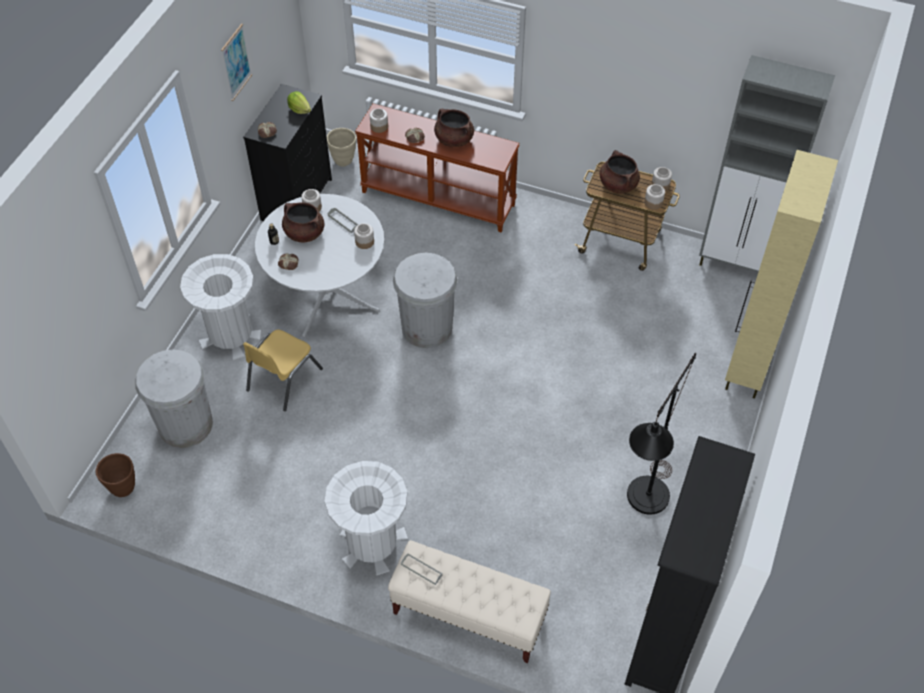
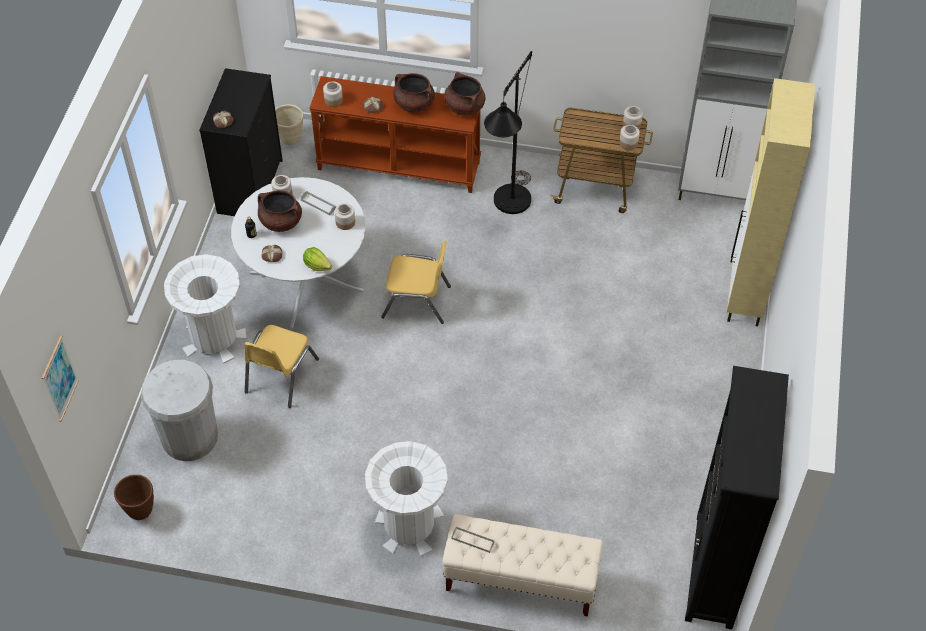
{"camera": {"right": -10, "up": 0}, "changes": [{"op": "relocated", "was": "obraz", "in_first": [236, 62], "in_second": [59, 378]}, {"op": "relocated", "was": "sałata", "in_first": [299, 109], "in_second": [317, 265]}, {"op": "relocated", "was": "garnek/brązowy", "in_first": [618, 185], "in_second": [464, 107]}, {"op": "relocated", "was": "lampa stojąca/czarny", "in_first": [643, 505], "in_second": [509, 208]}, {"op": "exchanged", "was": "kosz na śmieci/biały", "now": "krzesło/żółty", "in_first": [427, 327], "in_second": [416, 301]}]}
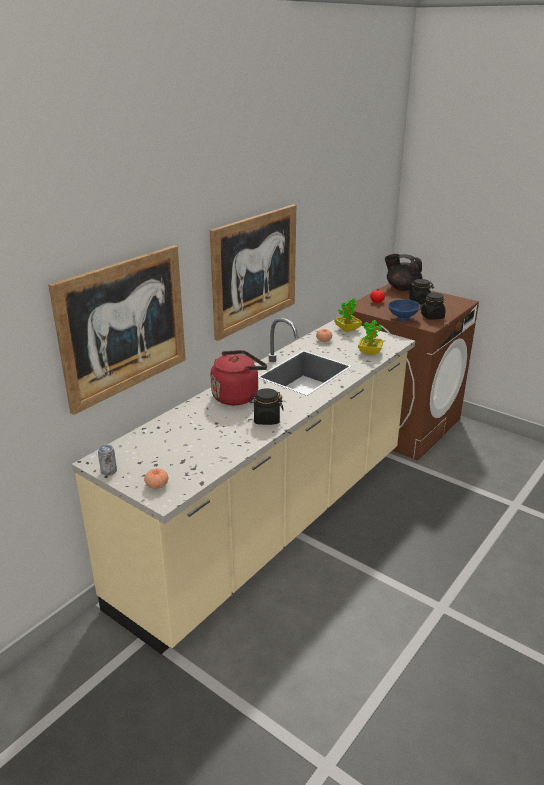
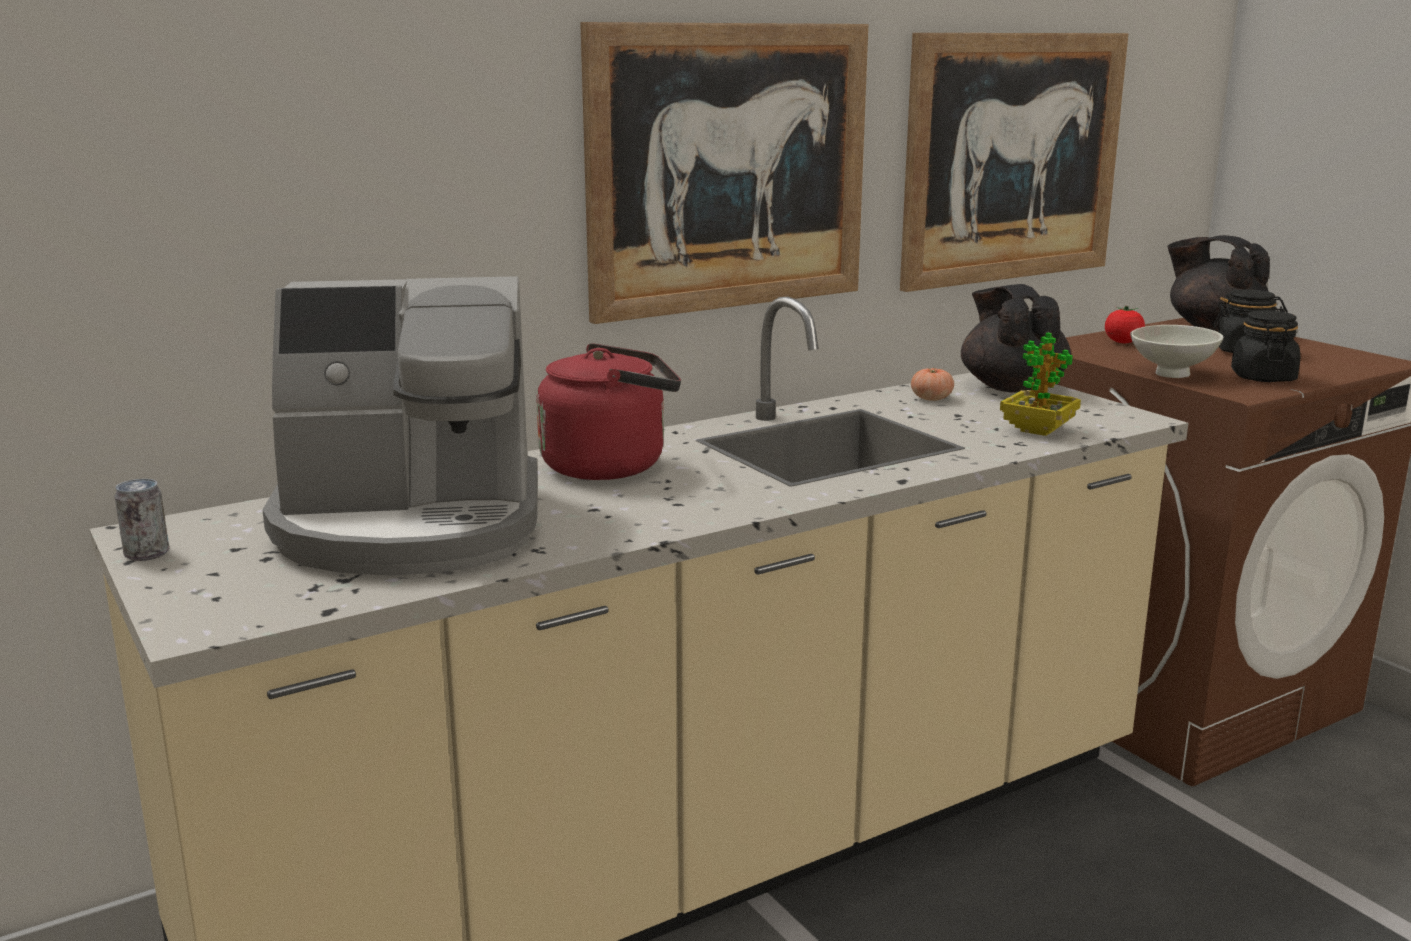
{"camera": {"right": 20, "up": -10}, "changes": [{"op": "missing", "was": "pomidor", "in_first": [157, 485]}, {"op": "missing", "was": "słoik/czarny", "in_first": [266, 419]}, {"op": "appeared", "now": "ekspres do kawy", "in_second": [411, 526]}, {"op": "relocated", "was": "obraz", "in_first": [123, 326], "in_second": [1013, 158]}, {"op": "exchanged", "was": "roślina doniczkowa", "now": "imbryk/czarny", "in_first": [347, 329], "in_second": [1011, 387]}, {"op": "colour", "was": "miska/niebieski", "now": "miska/biały", "in_first": [403, 319], "in_second": [1172, 375]}]}
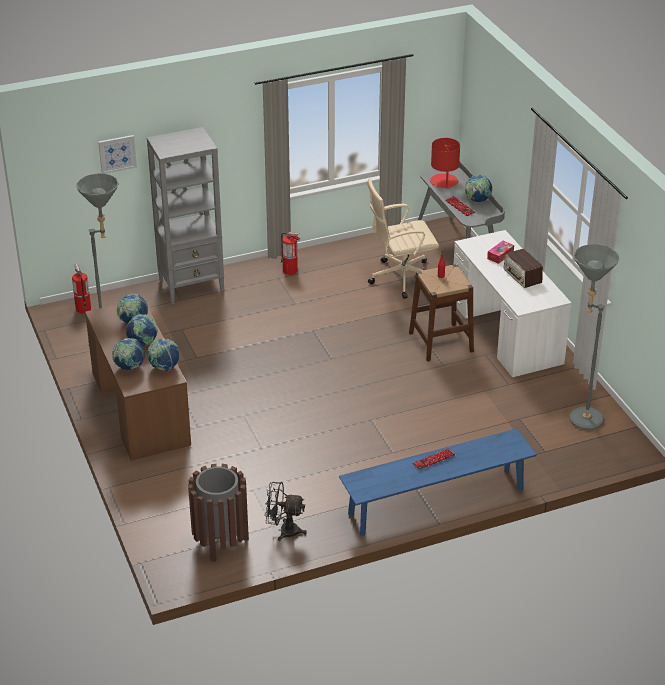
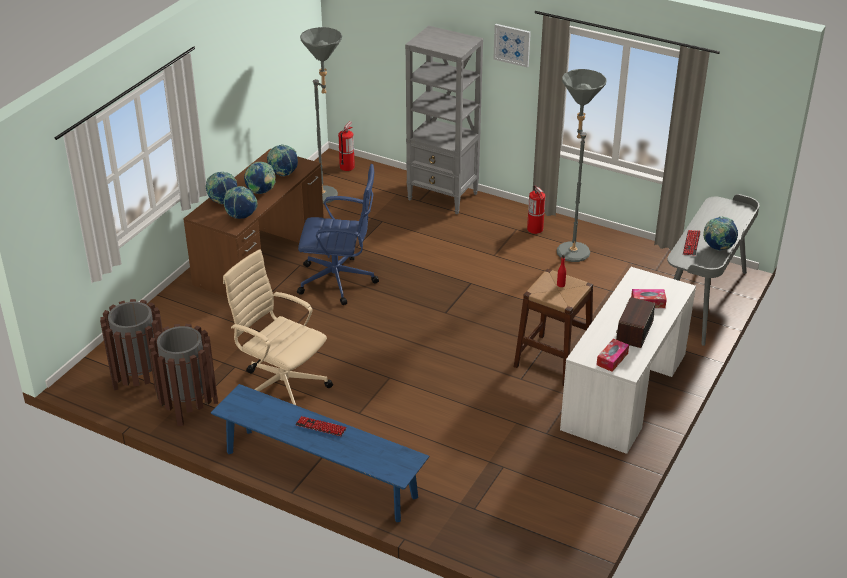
{"camera": {"right": 50, "up": 0}, "changes": [{"op": "missing", "was": "lampa stołowa/czerwony", "in_first": [444, 182]}, {"op": "appeared", "now": "krzesło biurowe/niebieski", "in_second": [339, 281]}, {"op": "appeared", "now": "pudełko chusteczek", "in_second": [612, 359]}, {"op": "relocated", "was": "obraz", "in_first": [117, 153], "in_second": [512, 45]}, {"op": "relocated", "was": "krzesło biurowe/beżowy", "in_first": [401, 278], "in_second": [282, 386]}, {"op": "relocated", "was": "lampa stojąca/szary", "in_first": [579, 417], "in_second": [571, 248]}, {"op": "exchanged", "was": "wentylator/czarny", "now": "kosz na śmieci/brązowy", "in_first": [284, 531], "in_second": [188, 406]}]}
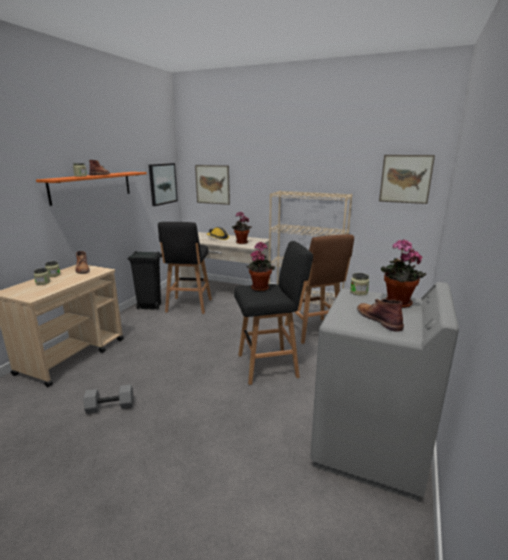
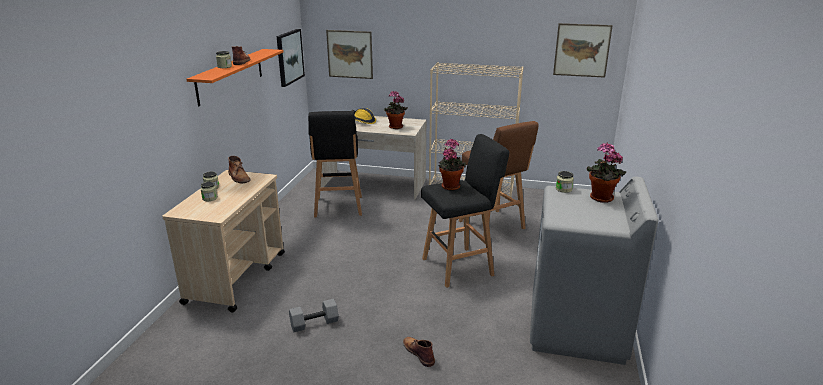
{"camera": {"right": -10, "up": 5}, "changes": [{"op": "missing", "was": "kosz na śmieci/czarny", "in_first": [149, 306]}, {"op": "relocated", "was": "but z cholewką/brązowy", "in_first": [378, 319], "in_second": [418, 352]}]}
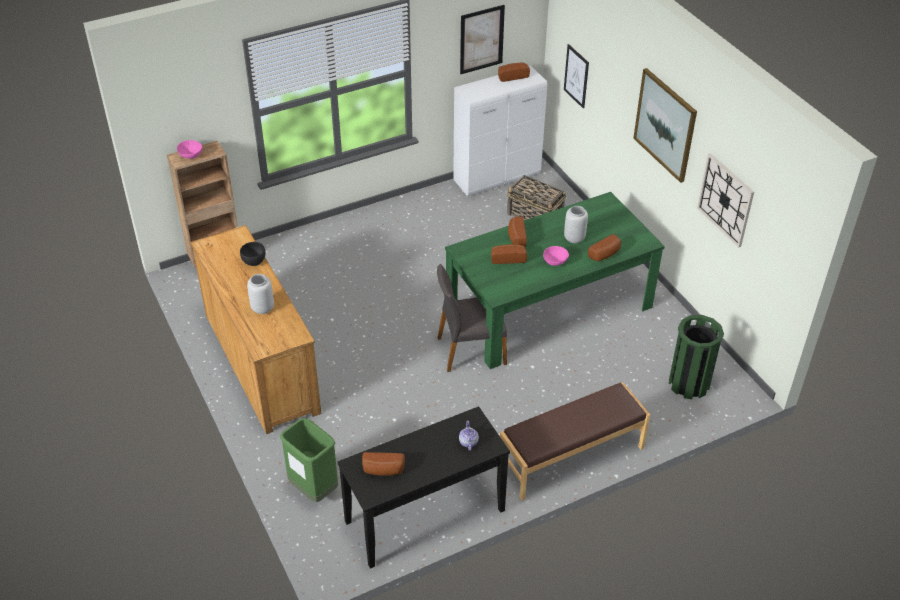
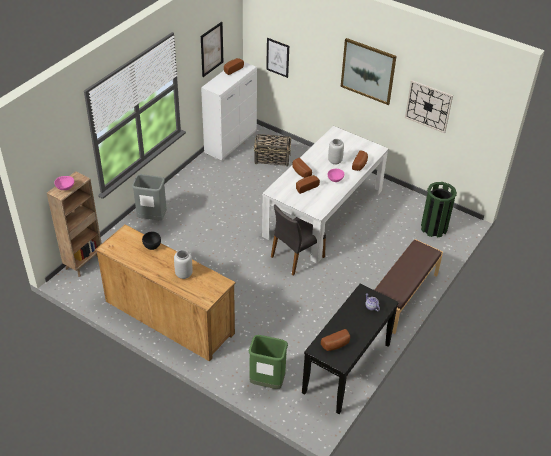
{"camera": {"right": -30, "up": 0}, "changes": [{"op": "appeared", "now": "kosz na śmieci/szary", "in_second": [152, 218]}, {"op": "colour", "was": "stół jadalny/zielony", "now": "stół jadalny/biały", "in_first": [549, 308], "in_second": [323, 213]}]}
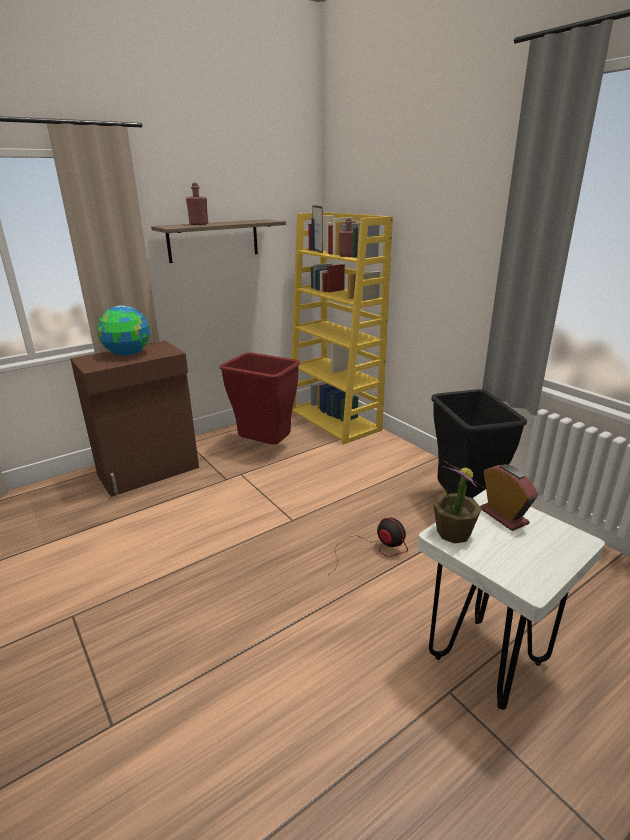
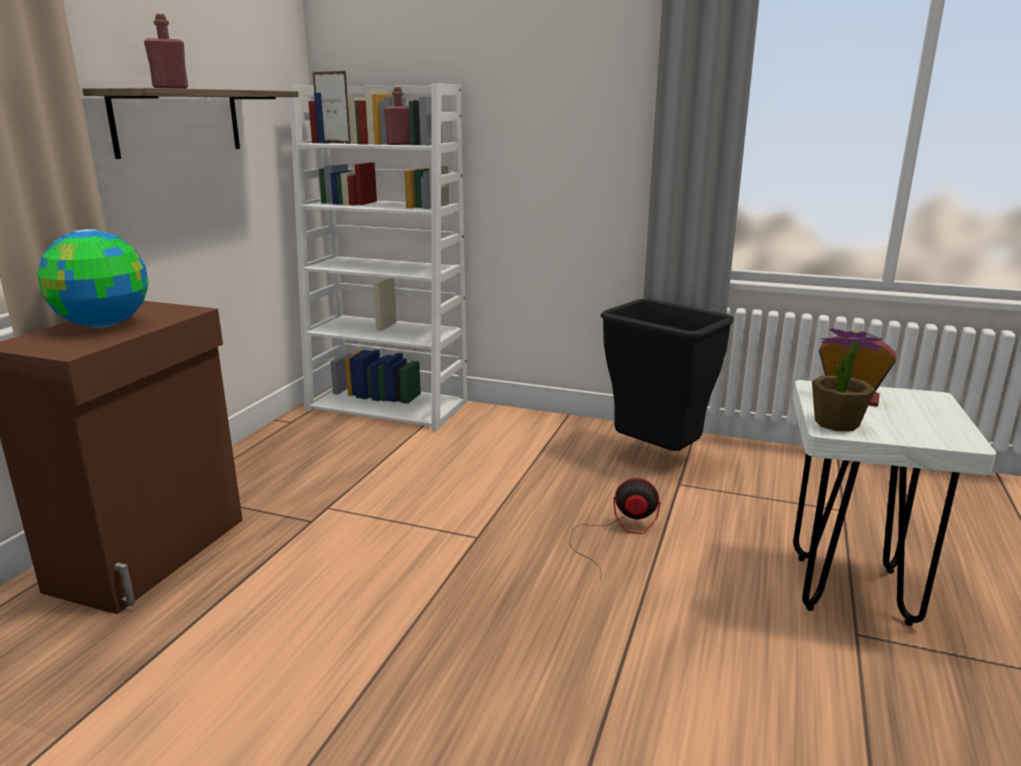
{"camera": {"right": -35, "up": -5}, "changes": [{"op": "missing", "was": "kosz na śmieci/czerwony", "in_first": [264, 447]}, {"op": "colour", "was": "regał/żółty", "now": "regał/biały", "in_first": [335, 420], "in_second": [389, 406]}]}
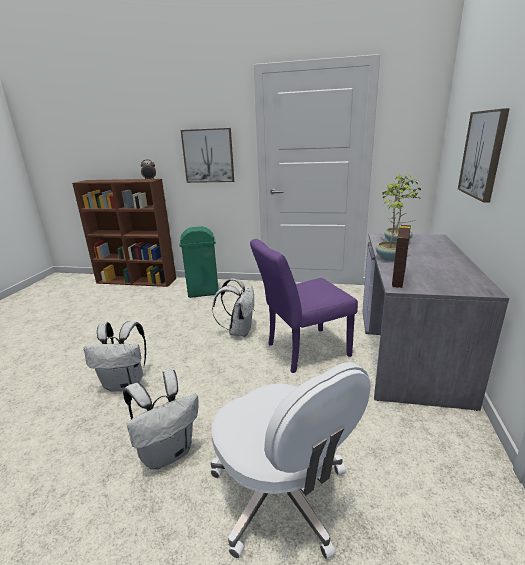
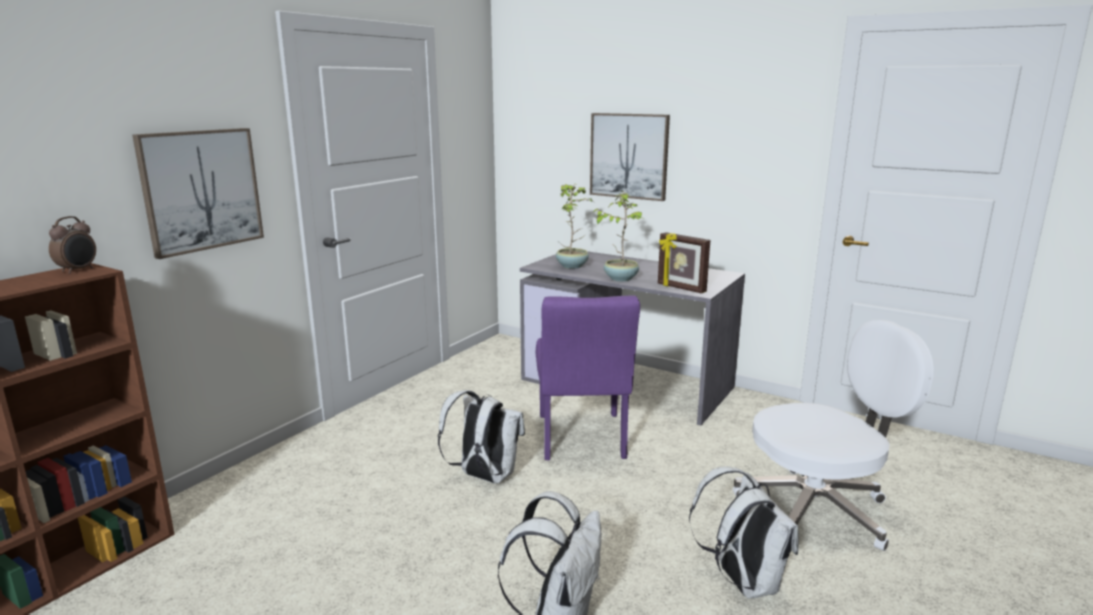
{"camera": {"right": -70, "up": -5}, "changes": [{"op": "missing", "was": "kosz na śmieci/zielony", "in_first": [203, 292]}]}
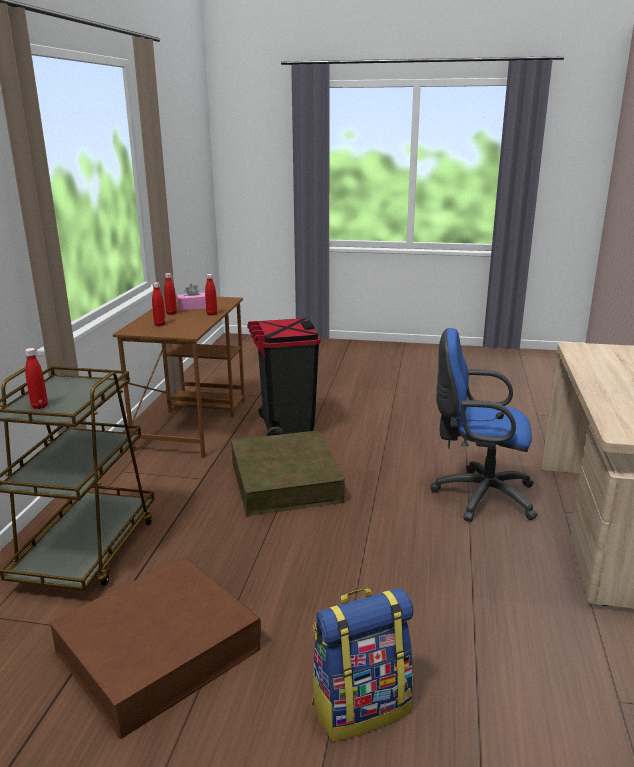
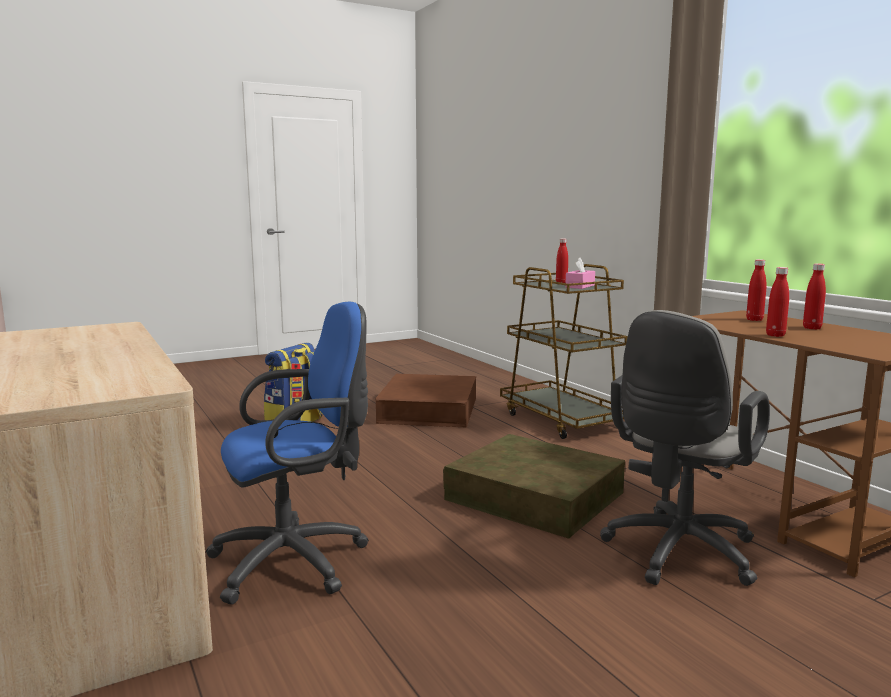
{"camera": {"right": 140, "up": -10}, "changes": [{"op": "relocated", "was": "pudełko chusteczek/różowy", "in_first": [193, 307], "in_second": [580, 286]}, {"op": "exchanged", "was": "kosz na śmieci/czarny", "now": "krzesło biurowe/szary", "in_first": [286, 429], "in_second": [676, 554]}]}
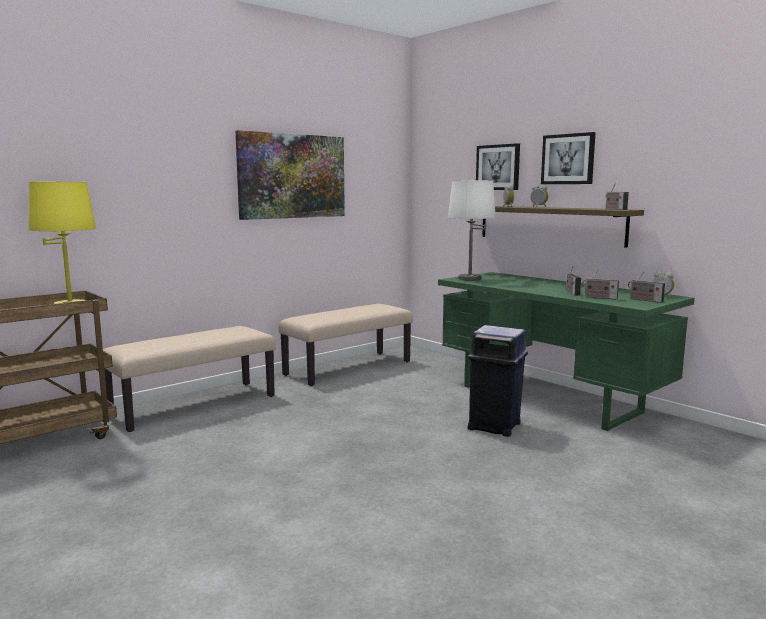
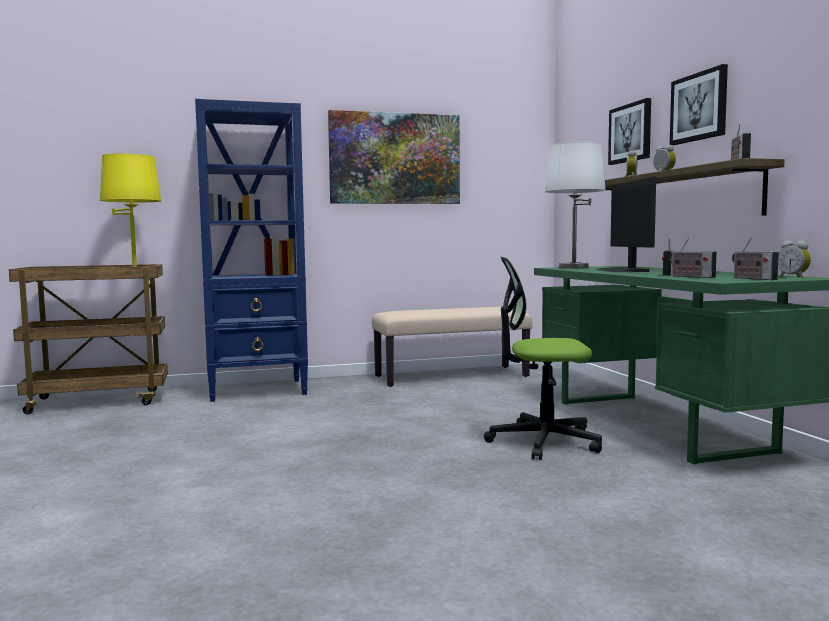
{"camera": {"right": 25, "up": -5}, "changes": [{"op": "appeared", "now": "monitor", "in_second": [623, 270]}, {"op": "exchanged", "was": "ławka/beżowy", "now": "regał/niebieski", "in_first": [194, 405], "in_second": [258, 390]}, {"op": "exchanged", "was": "kosz na śmieci/niebieski", "now": "krzesło biurowe", "in_first": [495, 426], "in_second": [543, 441]}]}
